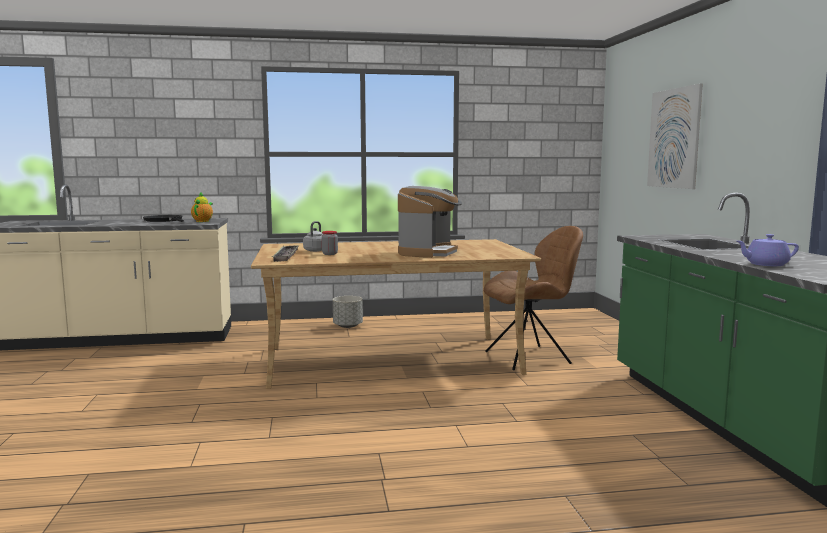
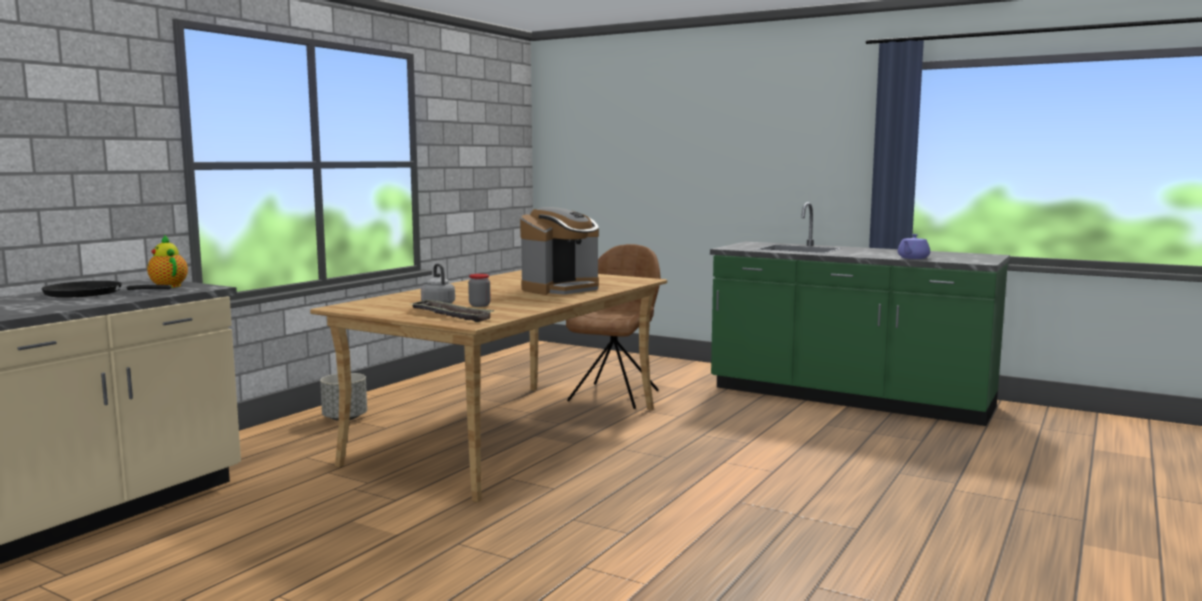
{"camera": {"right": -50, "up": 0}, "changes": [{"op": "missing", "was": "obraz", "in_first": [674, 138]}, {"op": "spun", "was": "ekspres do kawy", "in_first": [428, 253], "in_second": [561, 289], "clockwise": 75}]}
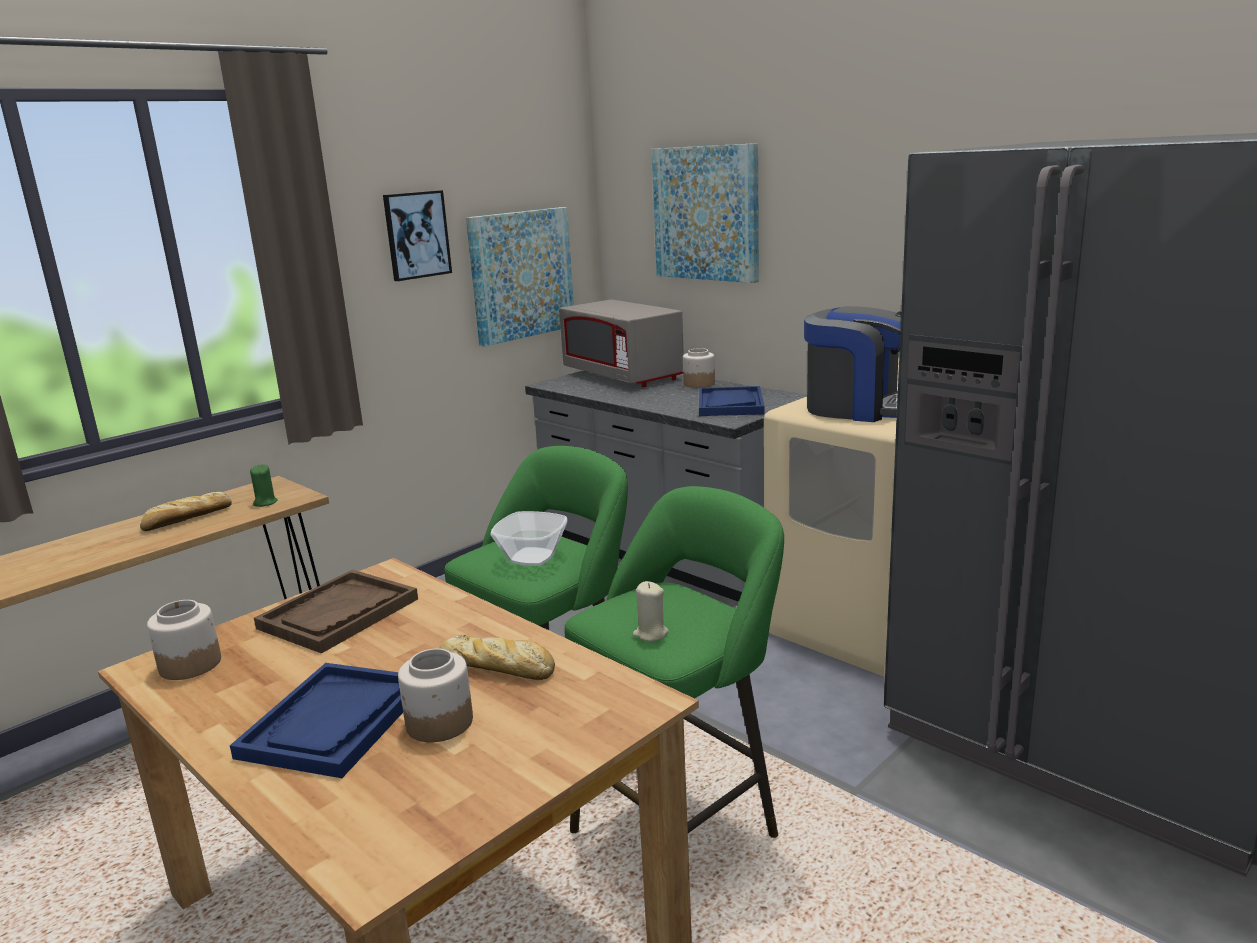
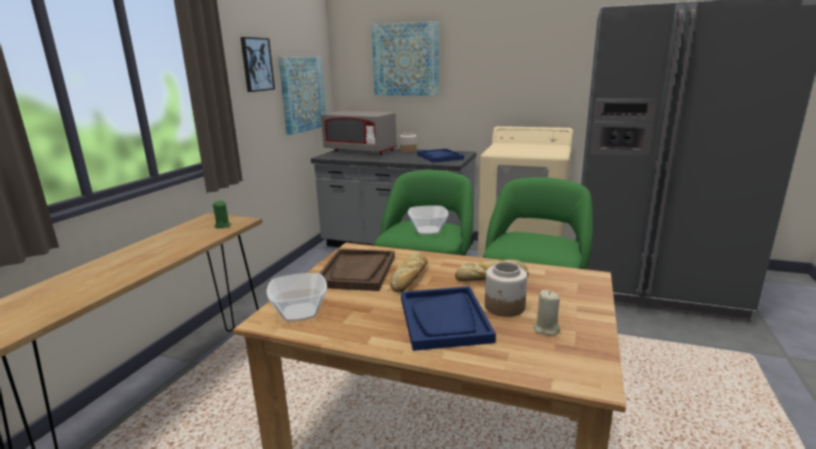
{"camera": {"right": -25, "up": 0}, "changes": [{"op": "missing", "was": "ekspres do kawy", "in_first": [860, 408]}, {"op": "relocated", "was": "chleb", "in_first": [186, 519], "in_second": [409, 278]}, {"op": "relocated", "was": "świeca/beżowy", "in_first": [650, 633], "in_second": [546, 329]}, {"op": "exchanged", "was": "słoik", "now": "miska", "in_first": [190, 664], "in_second": [299, 312]}]}
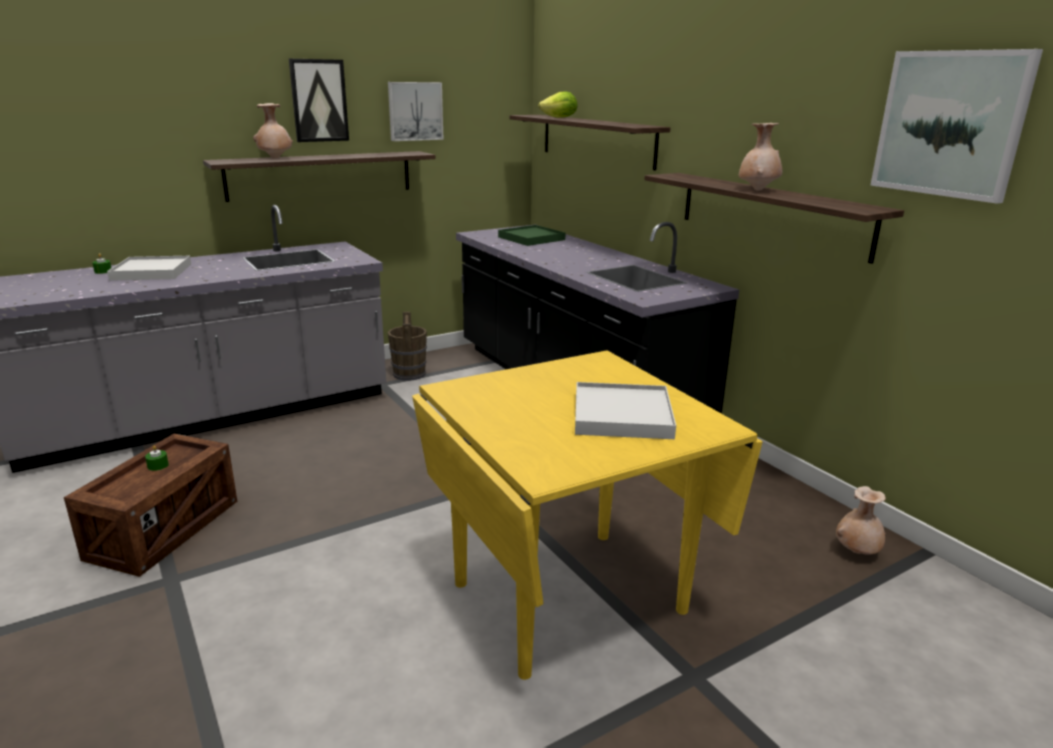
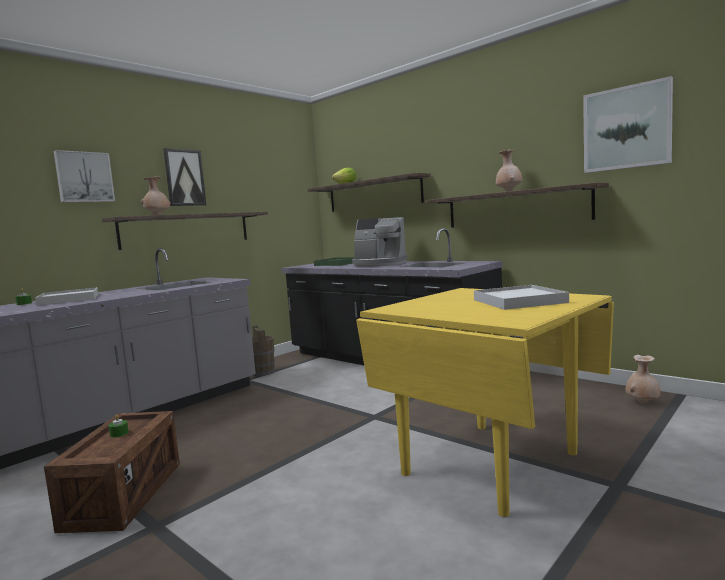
{"camera": {"right": -15, "up": -15}, "changes": [{"op": "appeared", "now": "ekspres do kawy", "in_second": [379, 264]}, {"op": "relocated", "was": "obraz", "in_first": [415, 111], "in_second": [84, 177]}]}
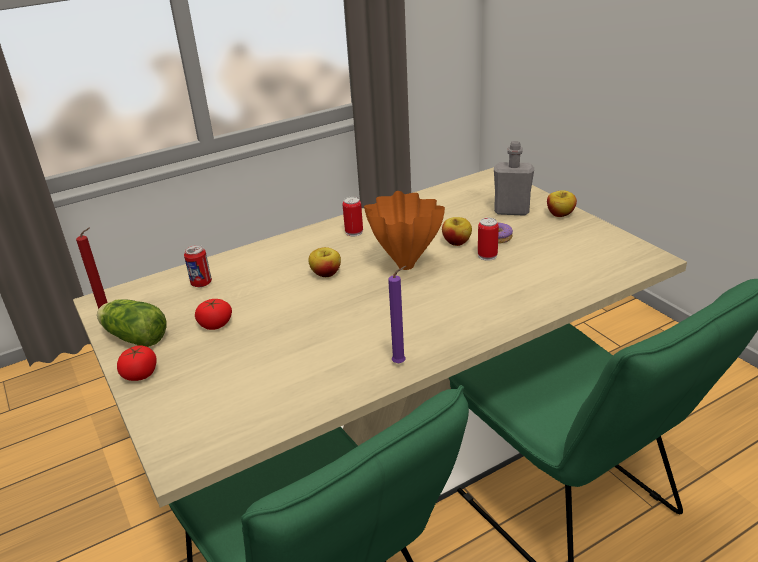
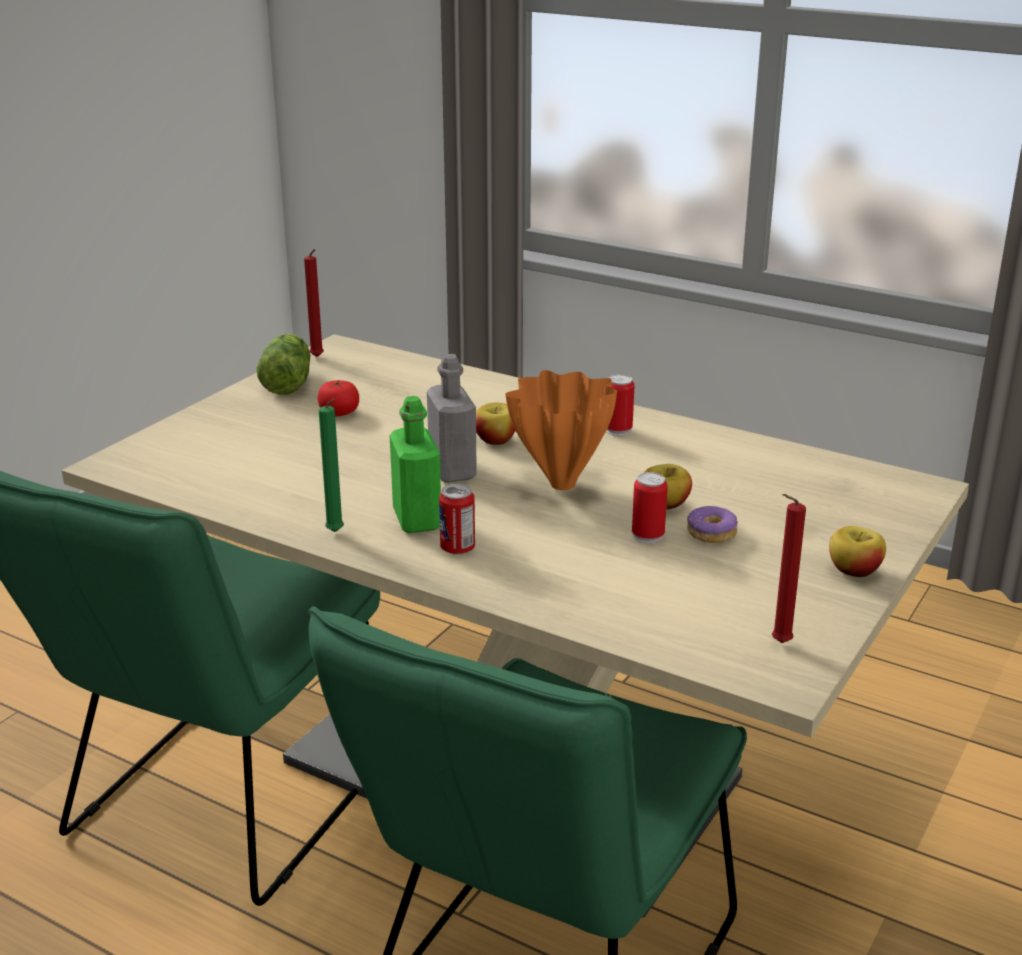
{"camera": {"right": 60, "up": -5}, "changes": [{"op": "missing", "was": "pomidor", "in_first": [140, 374]}, {"op": "appeared", "now": "butelka/zielony", "in_second": [417, 519]}, {"op": "appeared", "now": "świeca/czerwony", "in_second": [778, 643]}, {"op": "relocated", "was": "puszka", "in_first": [201, 283], "in_second": [457, 548]}, {"op": "relocated", "was": "butelka/szary", "in_first": [511, 211], "in_second": [452, 470]}, {"op": "colour", "was": "świeca/fioletowy", "now": "świeca/zielony", "in_first": [401, 363], "in_second": [336, 533]}]}
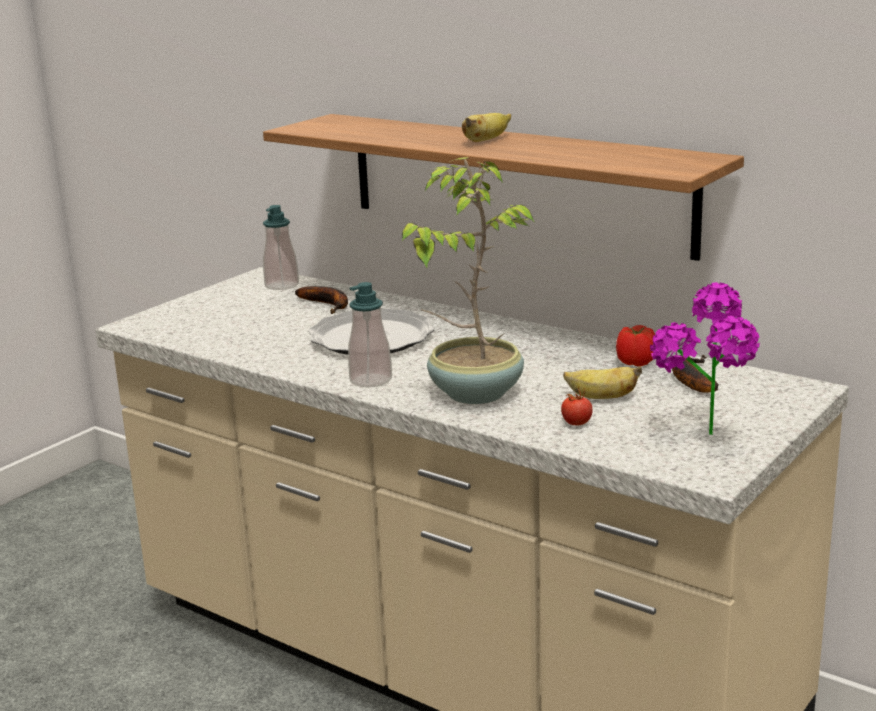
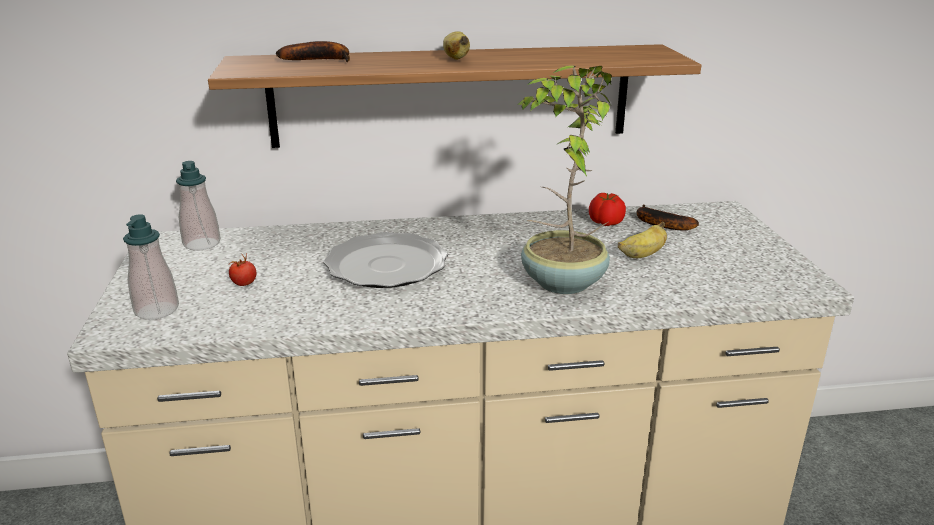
{"camera": {"right": -45, "up": 5}, "changes": [{"op": "missing", "was": "roślina doniczkowa", "in_first": [705, 442]}, {"op": "relocated", "was": "banan", "in_first": [328, 305], "in_second": [321, 60]}, {"op": "relocated", "was": "dozownik mydła", "in_first": [370, 380], "in_second": [156, 310]}, {"op": "relocated", "was": "pomidor", "in_first": [576, 423], "in_second": [244, 283]}]}
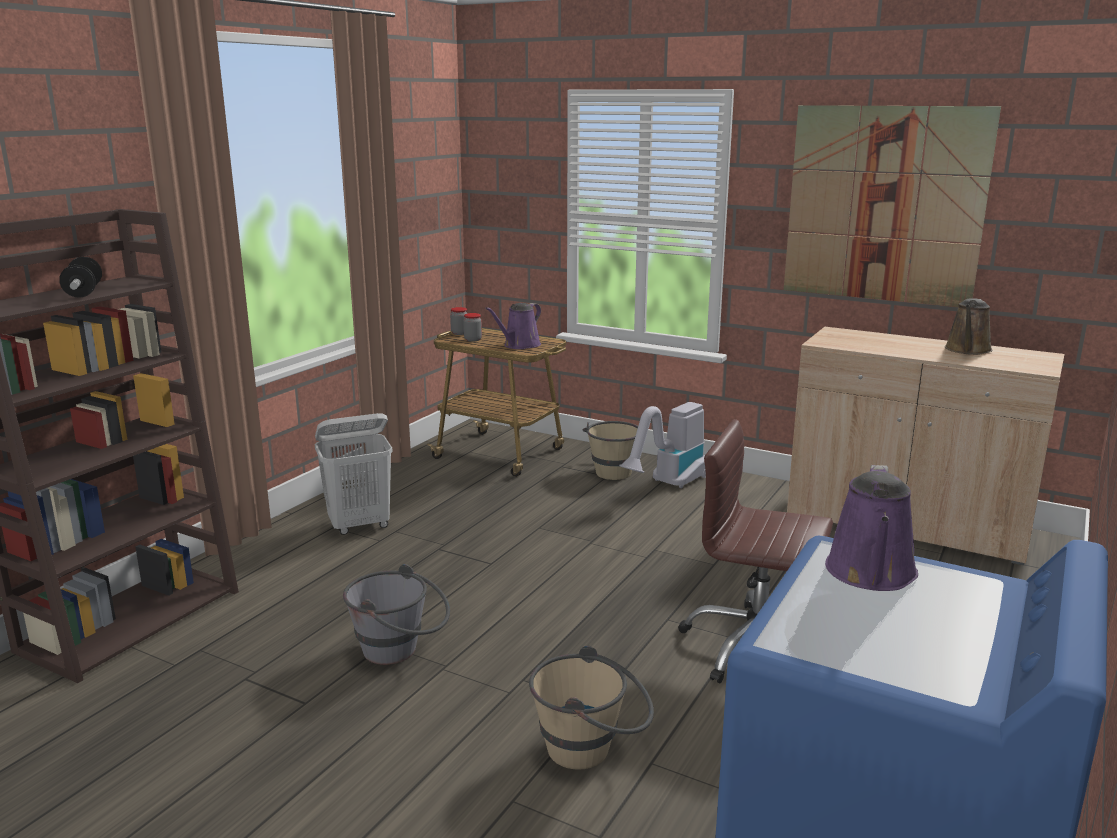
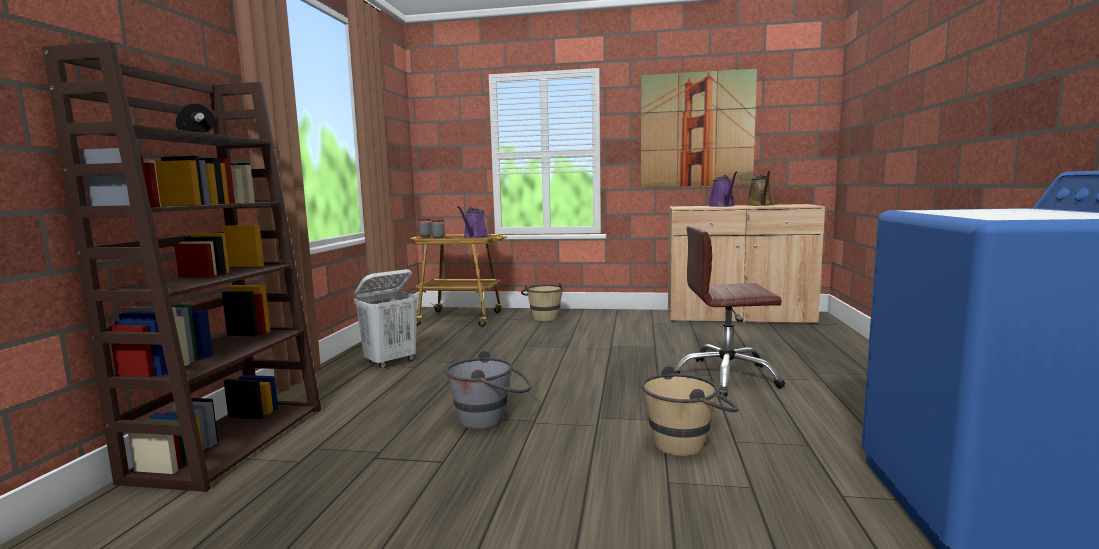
{"camera": {"right": -20, "up": -10}, "changes": [{"op": "missing", "was": "odkurzacz", "in_first": [668, 485]}, {"op": "relocated", "was": "konewka/fioletowy", "in_first": [871, 574], "in_second": [722, 206]}]}
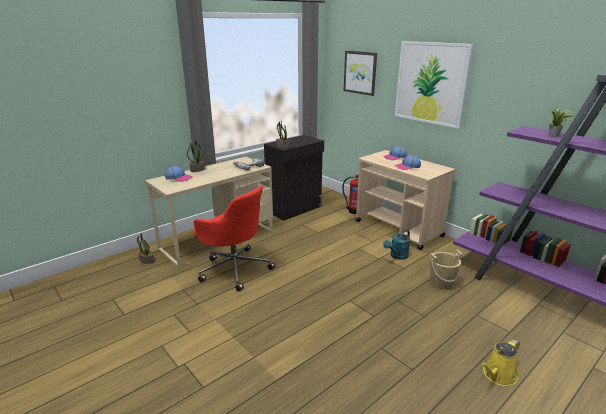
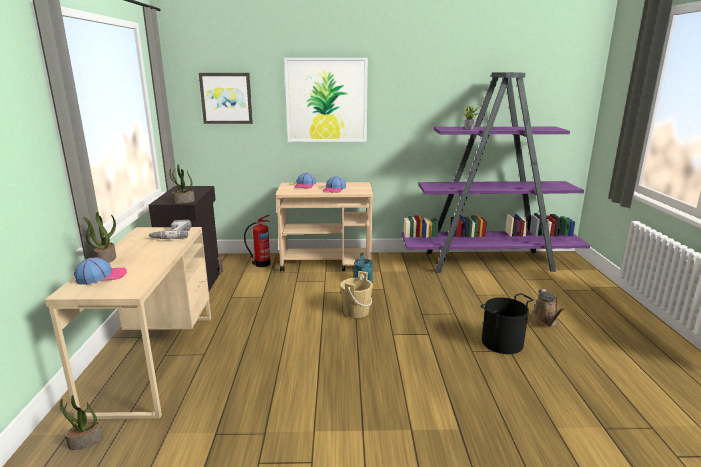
{"camera": {"right": -50, "up": -5}, "changes": [{"op": "missing", "was": "krzesło biurowe/czerwony", "in_first": [234, 268]}, {"op": "appeared", "now": "wiadro/czarny", "in_second": [501, 342]}, {"op": "relocated", "was": "wiadro/beżowy", "in_first": [441, 282], "in_second": [356, 311]}, {"op": "colour", "was": "konewka/żółty", "now": "konewka/brązowy", "in_first": [497, 376], "in_second": [545, 322]}]}
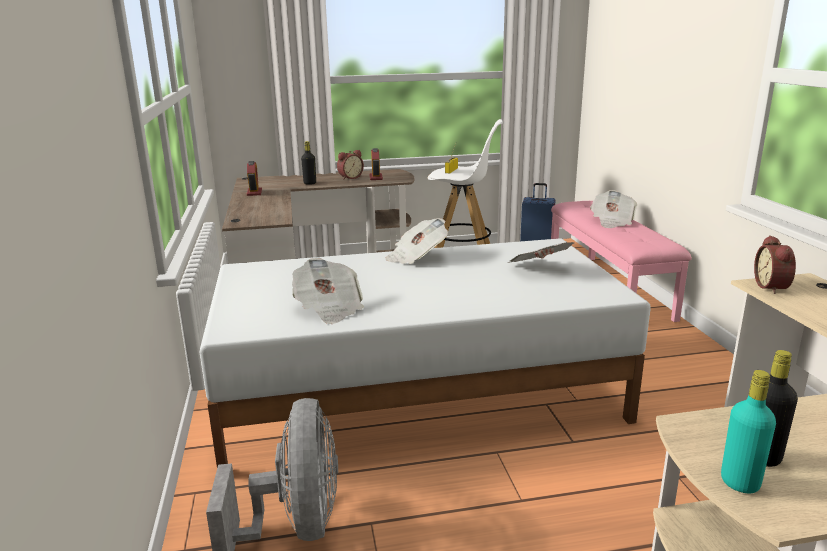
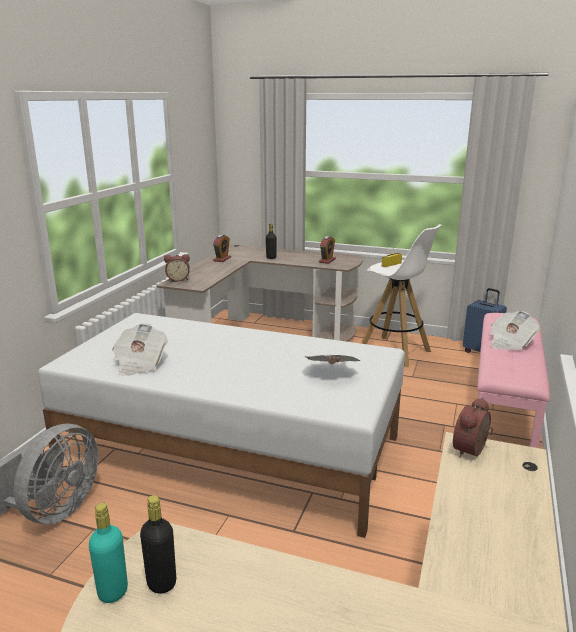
{"camera": {"right": 30, "up": 0}, "changes": [{"op": "missing", "was": "gazeta", "in_first": [416, 257]}, {"op": "relocated", "was": "budzik", "in_first": [350, 177], "in_second": [178, 279]}]}
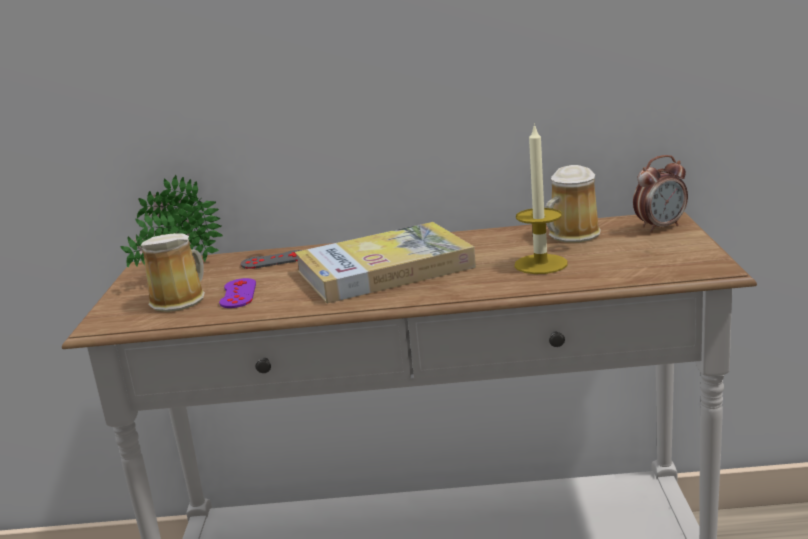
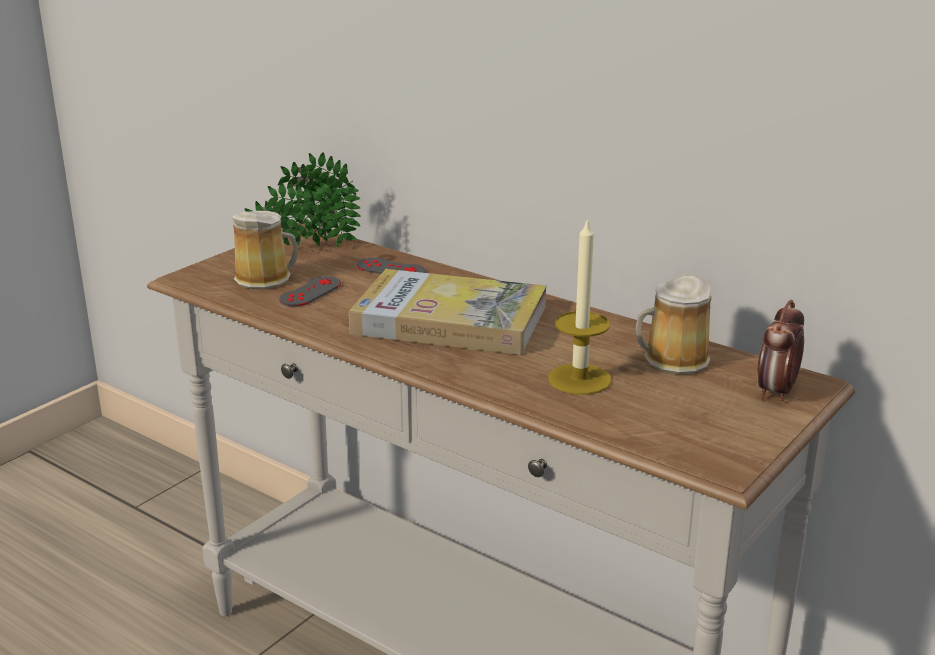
{"camera": {"right": 35, "up": 5}, "changes": [{"op": "colour", "was": "pad do gier/fioletowy", "now": "pad do gier/szary", "in_first": [238, 293], "in_second": [310, 292]}, {"op": "spun", "was": "budzik", "in_first": [660, 227], "in_second": [776, 392], "clockwise": 105}]}
